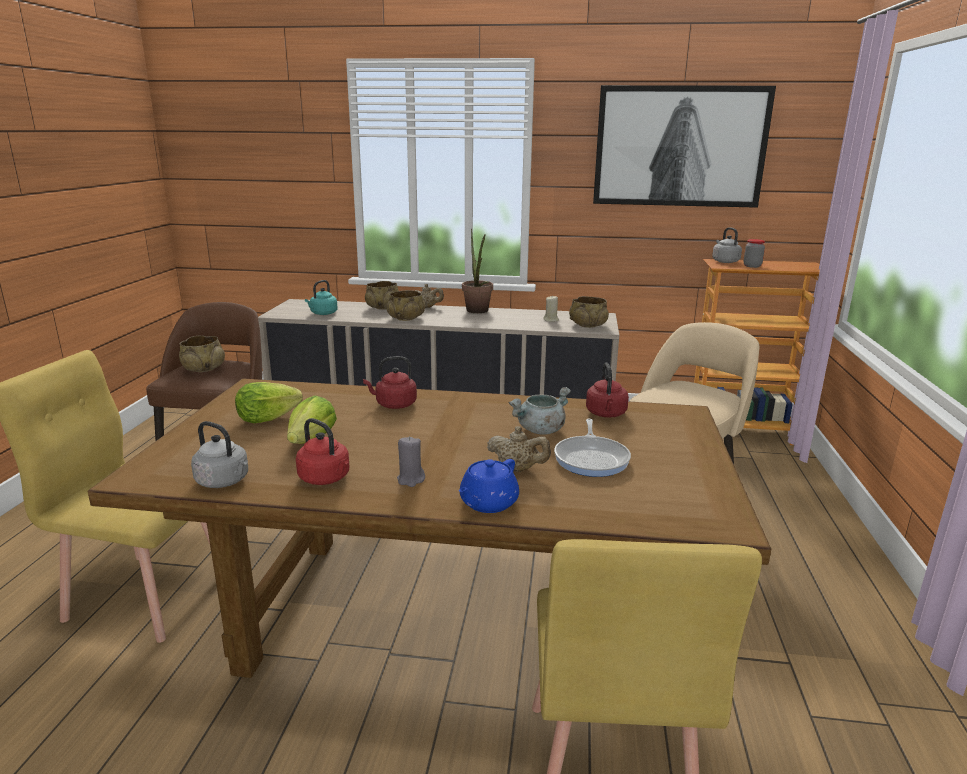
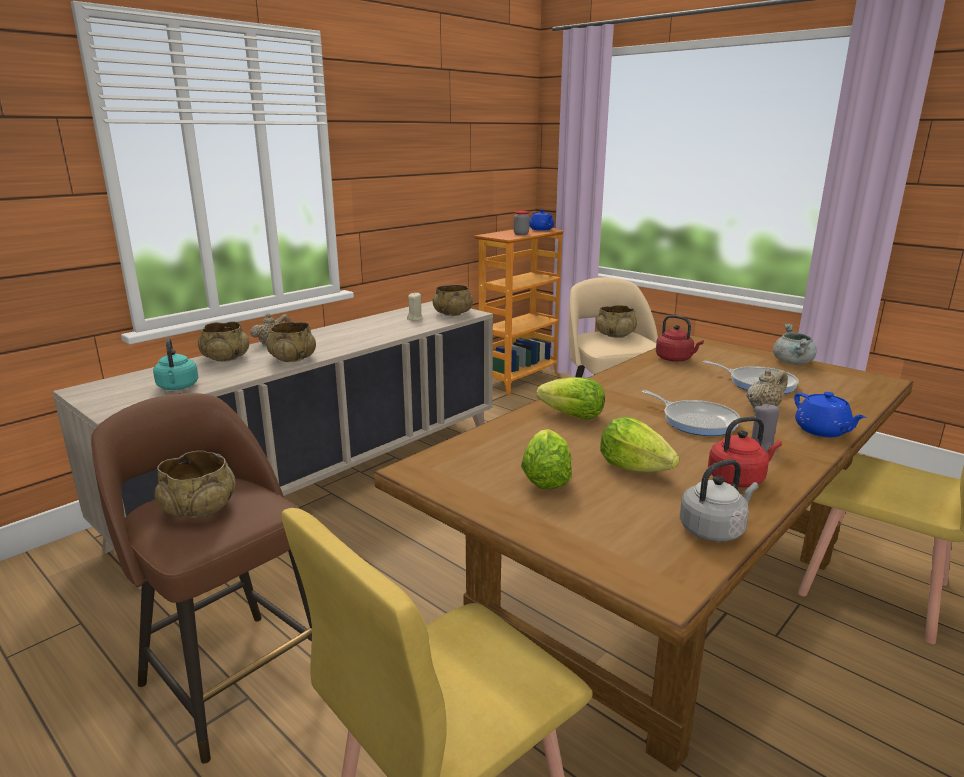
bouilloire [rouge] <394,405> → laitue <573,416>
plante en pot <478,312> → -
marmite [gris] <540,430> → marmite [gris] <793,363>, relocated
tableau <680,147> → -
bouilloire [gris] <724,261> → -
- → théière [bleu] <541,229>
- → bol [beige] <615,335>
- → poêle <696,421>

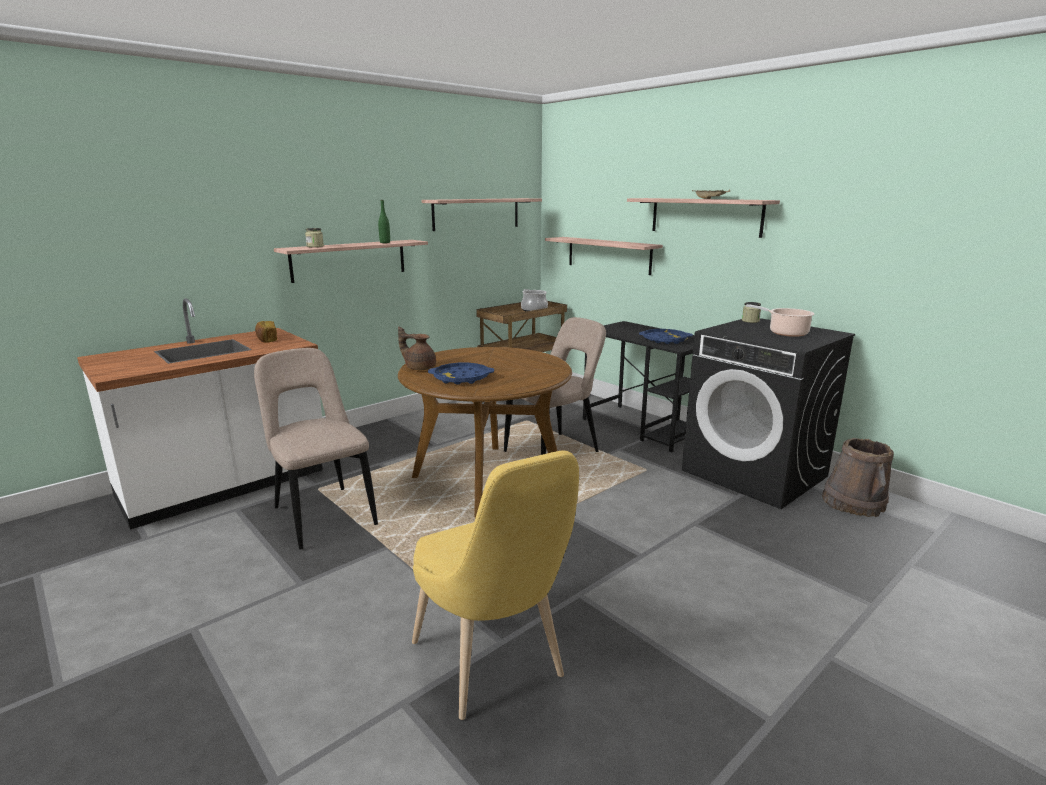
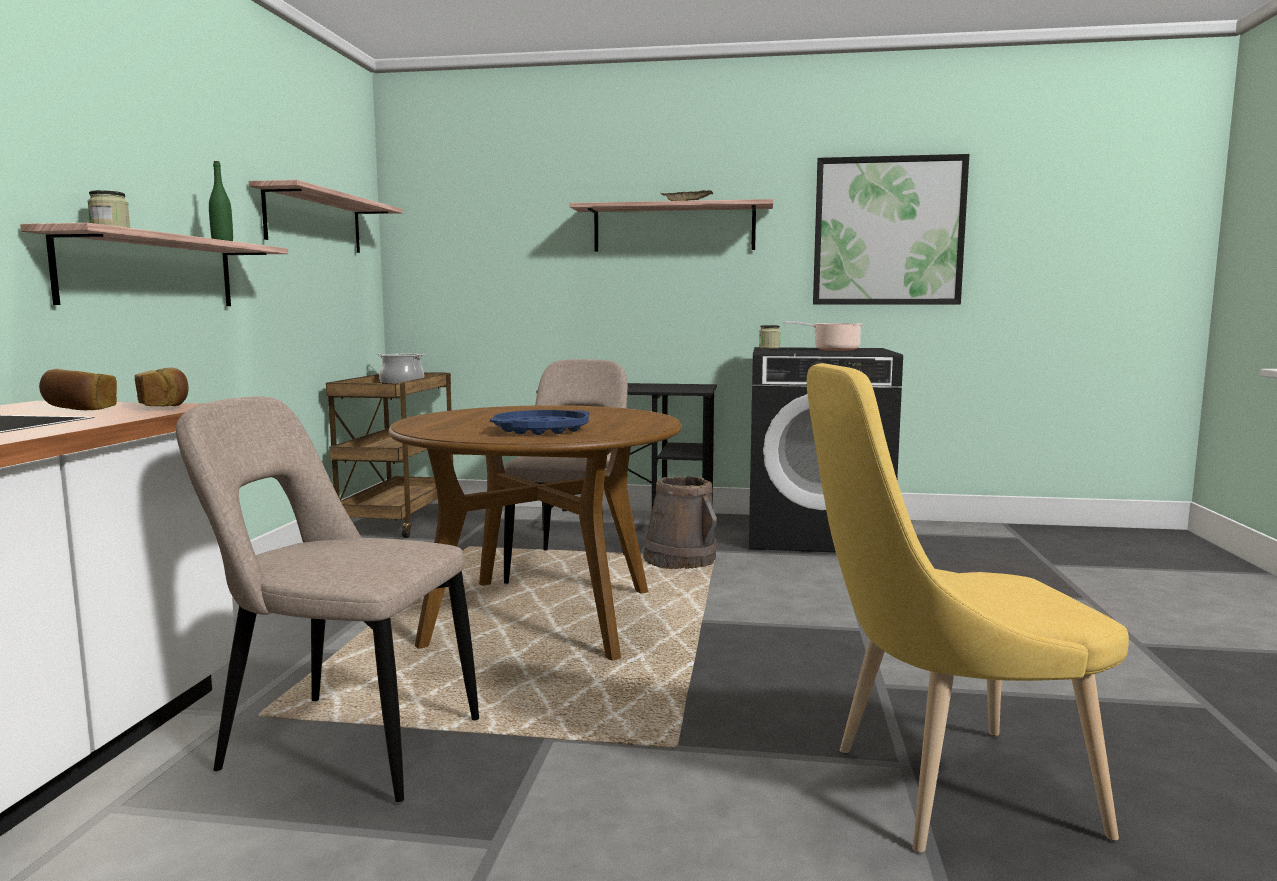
théière [marron] <419,368> → -
chaise [jaune] <492,665> → chaise [jaune] <945,790>, 150 degrees clockwise
étagère <608,255> → -
plateau [bleu] <665,340> → -
seau [marron] <853,503> → seau [marron] <680,559>, relocated
- → pain <164,406>
- → tableau <888,231>

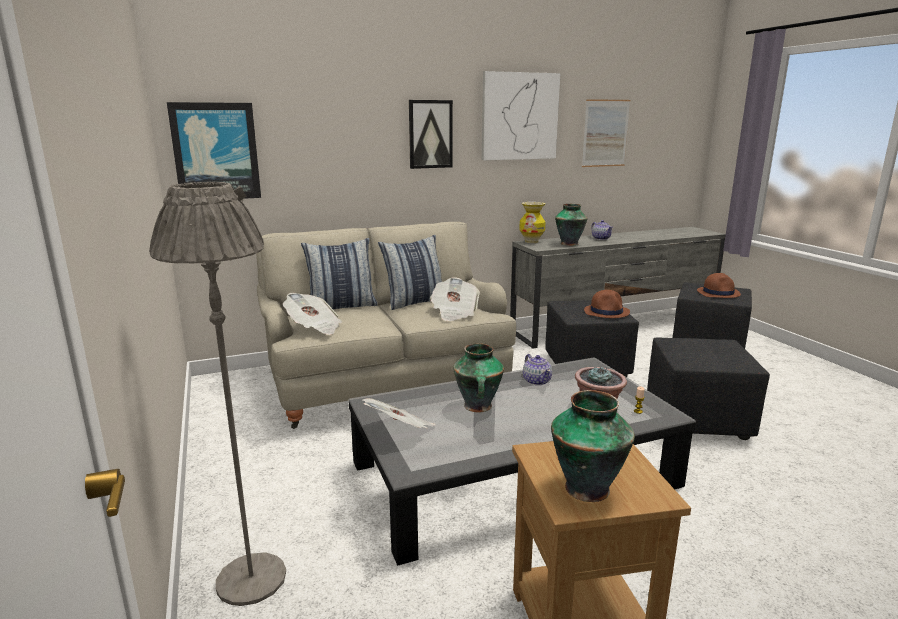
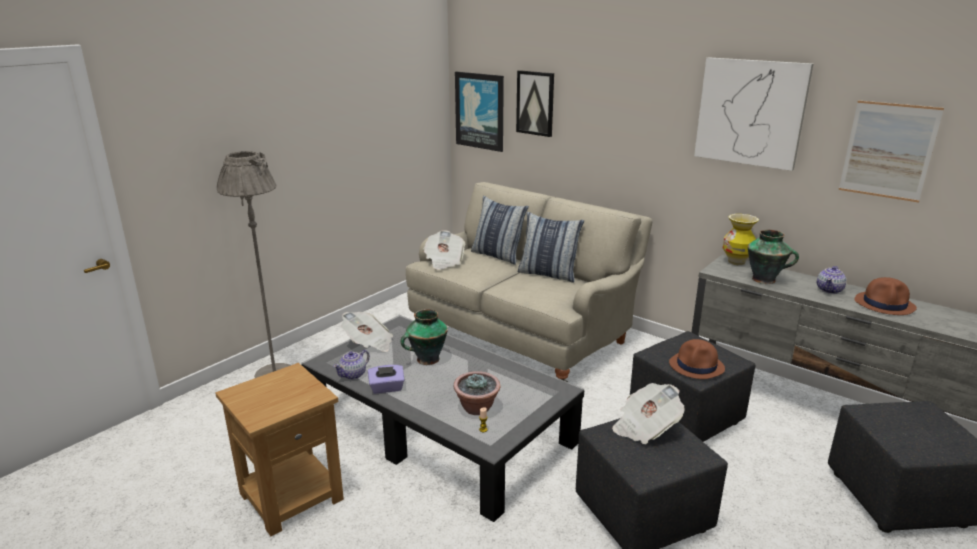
tableau <430,134> → tableau <535,103>, relocated
journal <454,313> → journal <645,427>, relocated
théière <537,381> → théière <353,374>, relocated
vase <587,487> → -
chapeau [marron] <718,293> → chapeau [marron] <885,304>, relocated
- → boîte à mouchoirs [violet] <387,388>

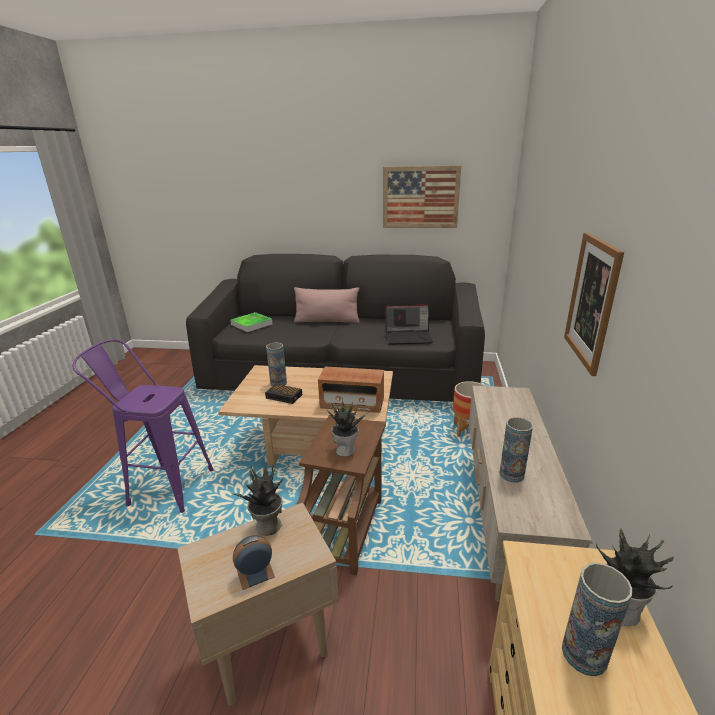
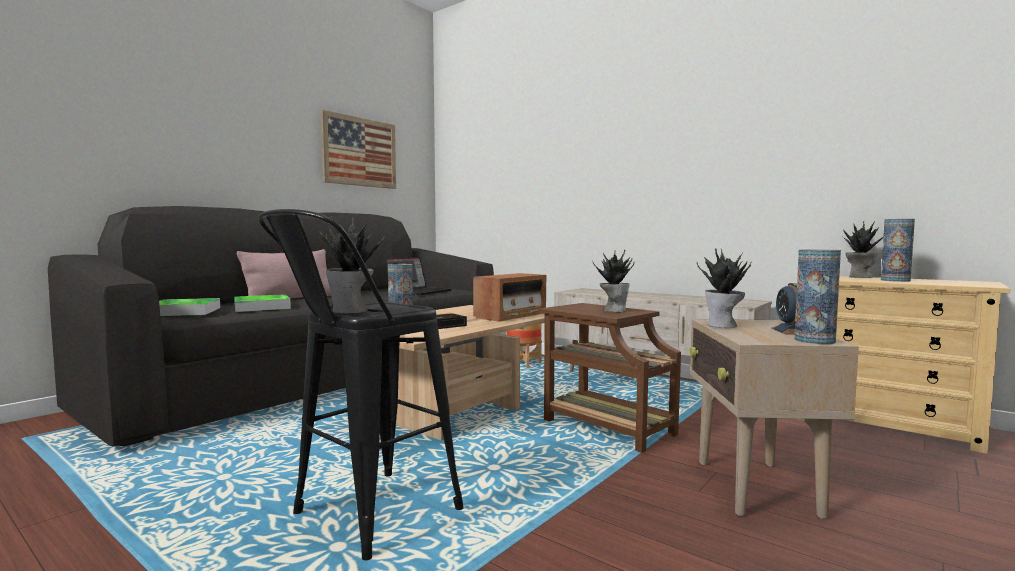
tabouret [violet] <164,486> → tabouret [noir] <363,519>
vase <511,474> → vase <814,340>, relocated
tableau <592,301> → -
- → plateau <262,307>
- → plante en pot <351,311>

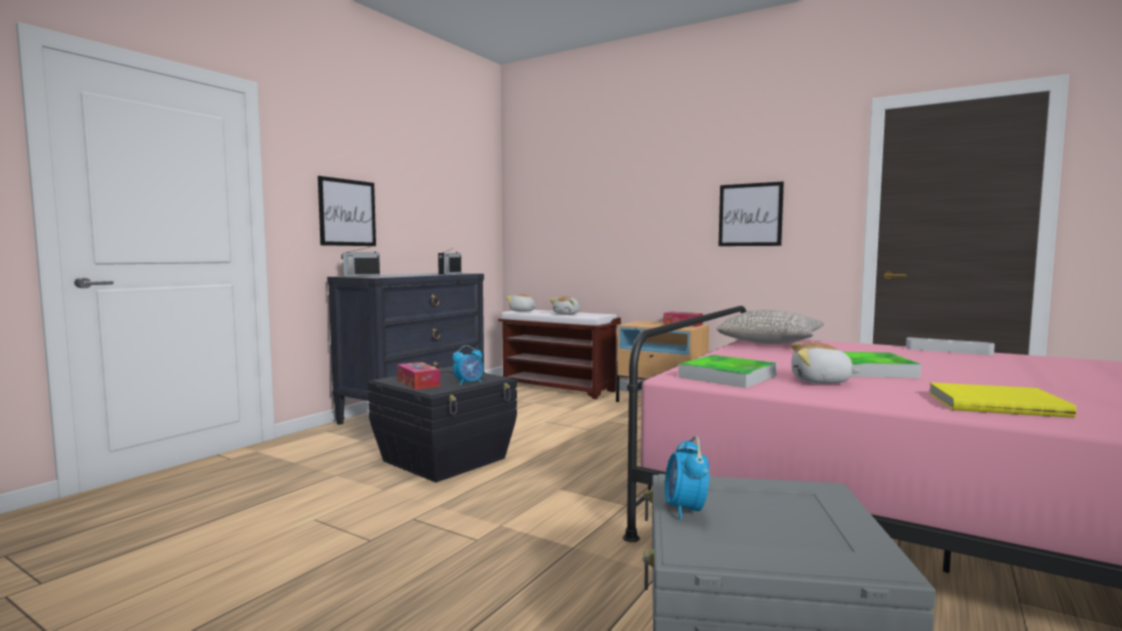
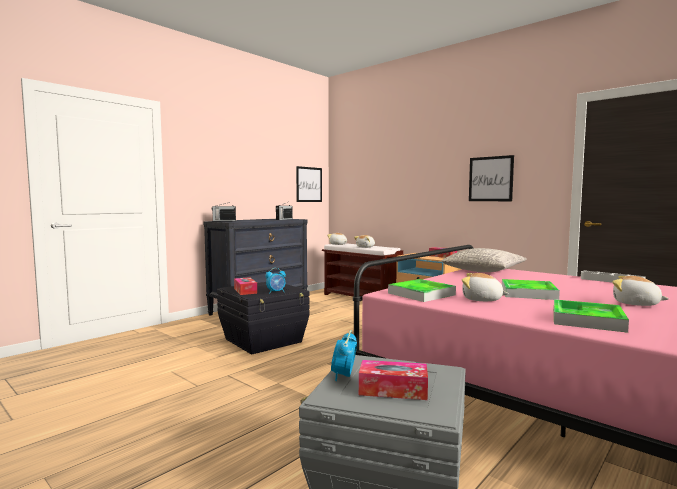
tableau <347,212> → tableau <309,184>, relocated
livre [jaune] <995,404> → plateau <587,320>
- → boîte à mouchoirs <393,390>
- → peluche <636,304>

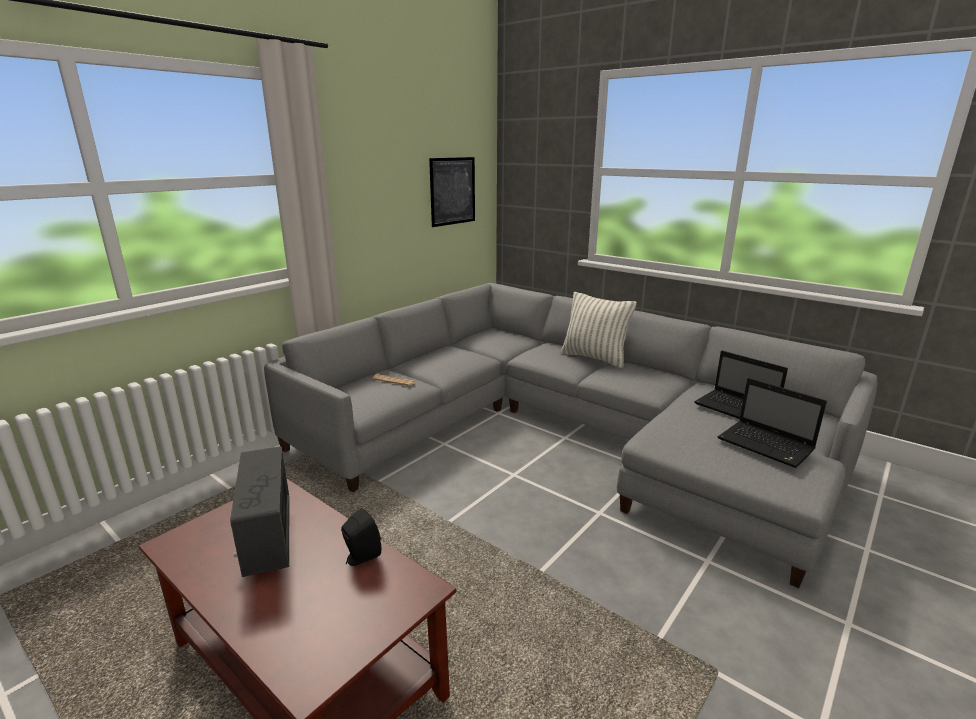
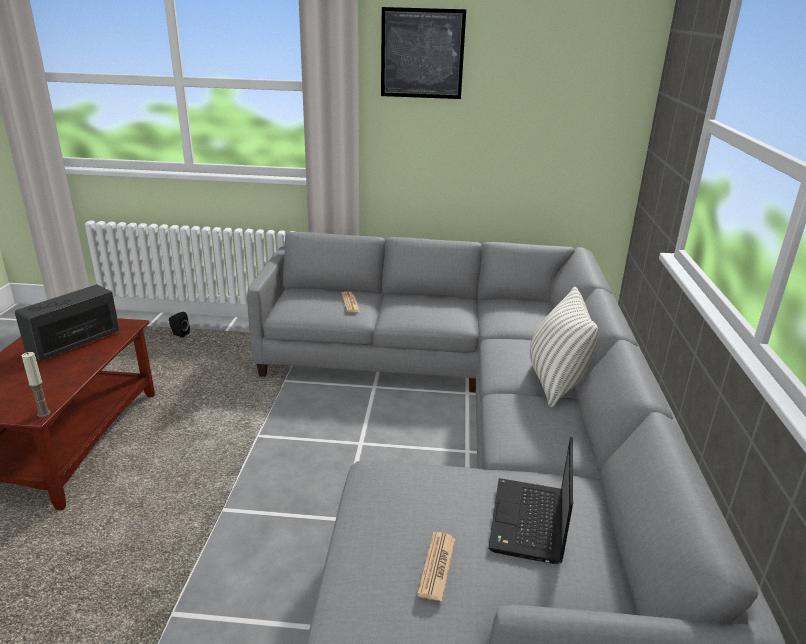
enceinte [noir] <361,557> → enceinte [noir] <179,334>, relocated
tableau <452,191> → tableau <422,54>, relocated
ordinateur portable <767,445> → journal <437,566>
- → bougie <43,413>

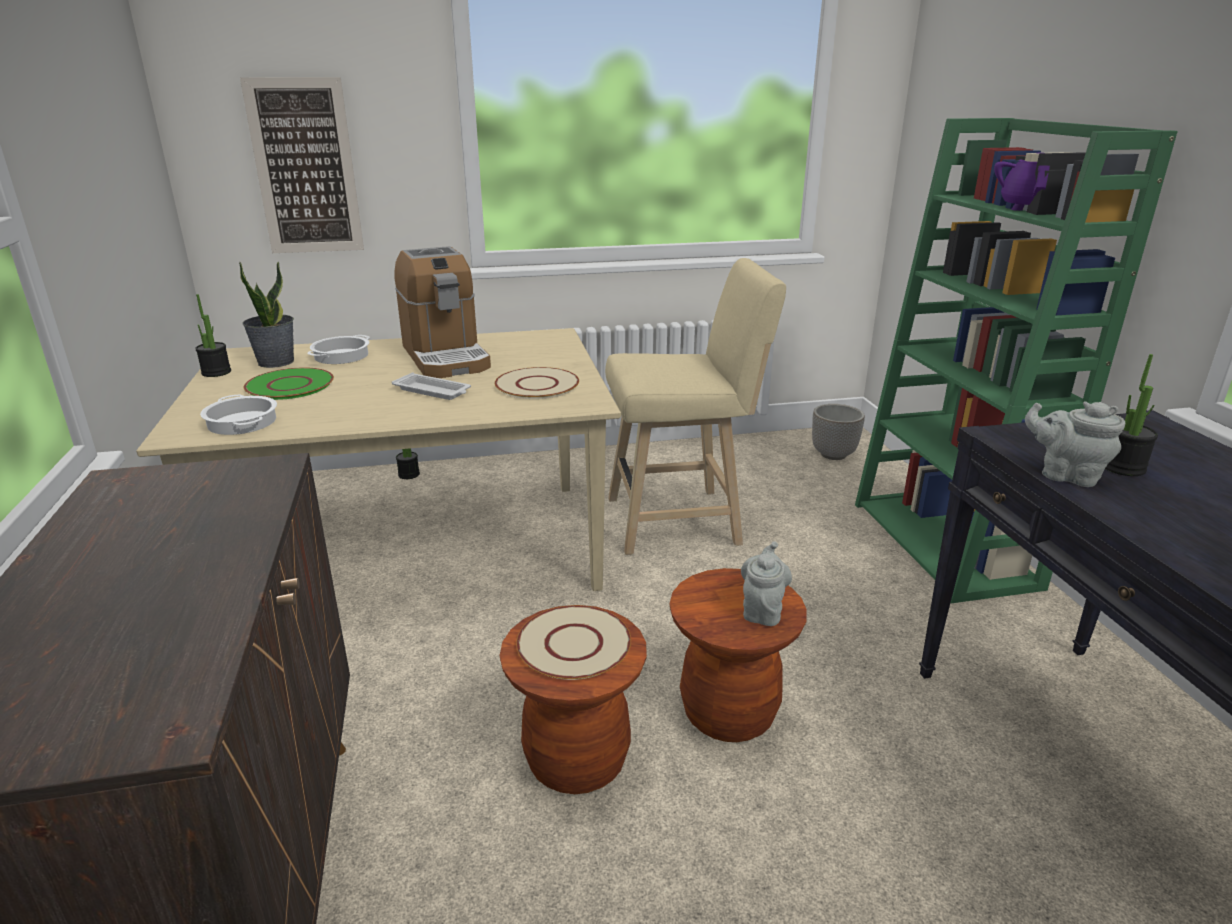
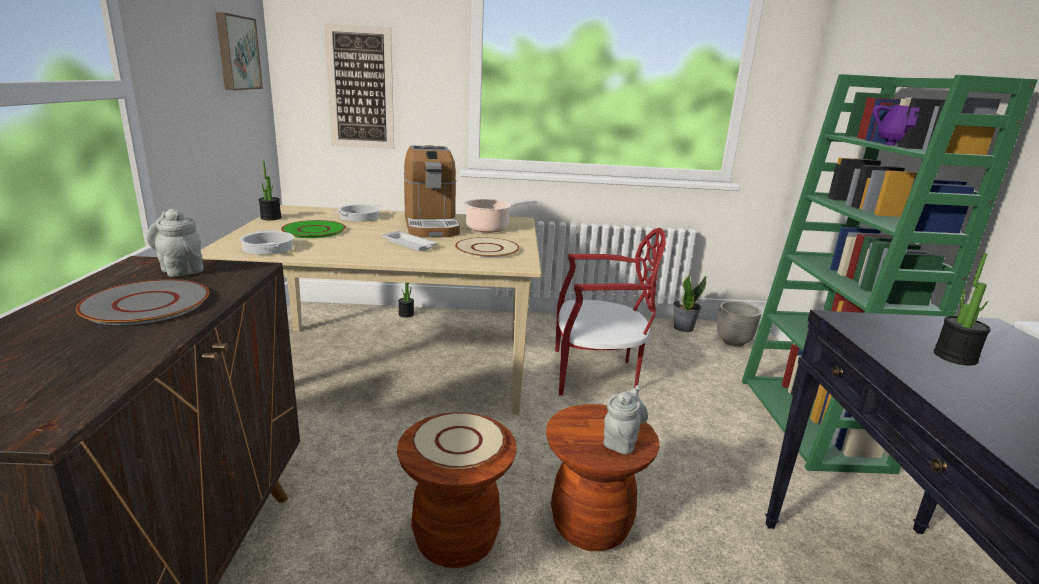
plante en pot <275,362> → plante en pot <683,327>, relocated
tabouret [beige] <681,521> → chaise [rouge] <596,373>
théière [gris] <1065,475> → théière [gris] <180,269>, relocated
- → assiette [gris] <147,303>
- → tableau <236,53>
- → marmite <490,228>

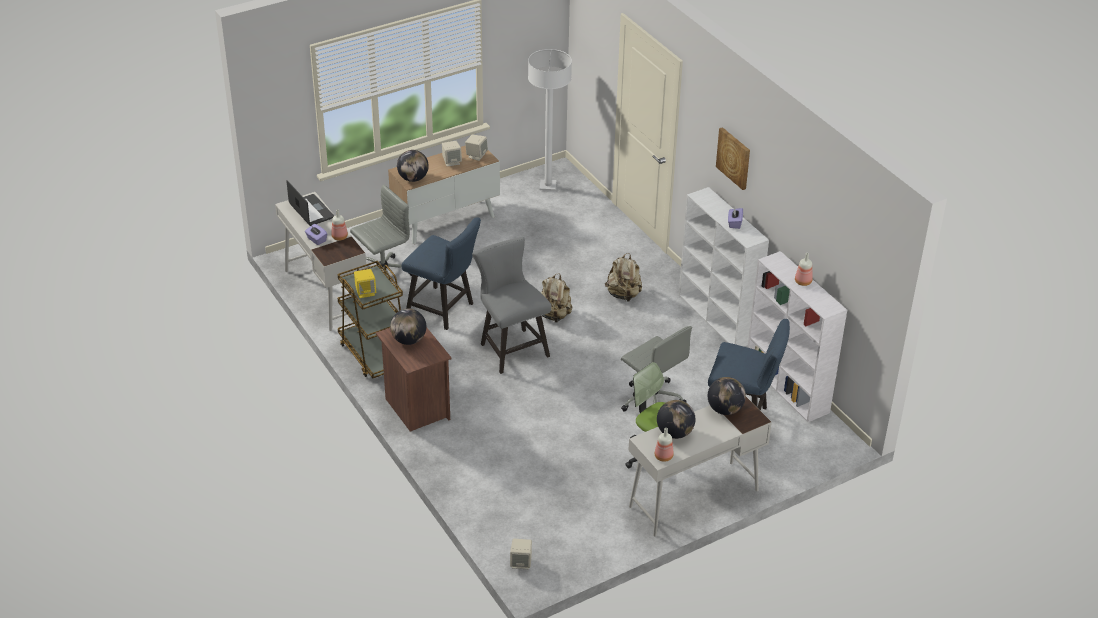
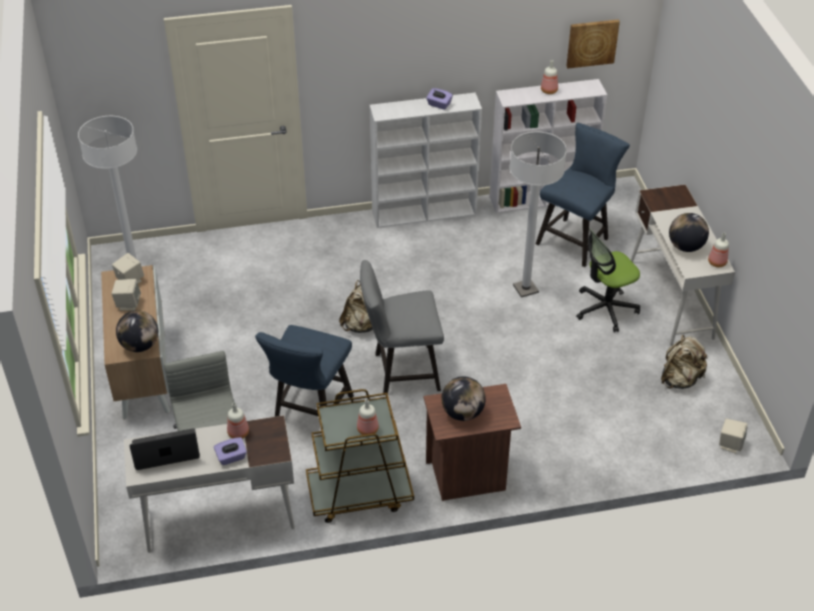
enceinte [jaune] <365,292> → bouteille <367,429>
chaise [bleu] <444,310> → chaise [bleu] <310,412>, 150 degrees clockwise
sac à dos [beige] <623,295> → sac à dos [beige] <680,379>, relocated
chaise de bureau [gris] <651,400> → lampadaire [blanc] <525,289>
globe <725,410> → -
tableau <734,158> → tableau <592,43>, relocated

